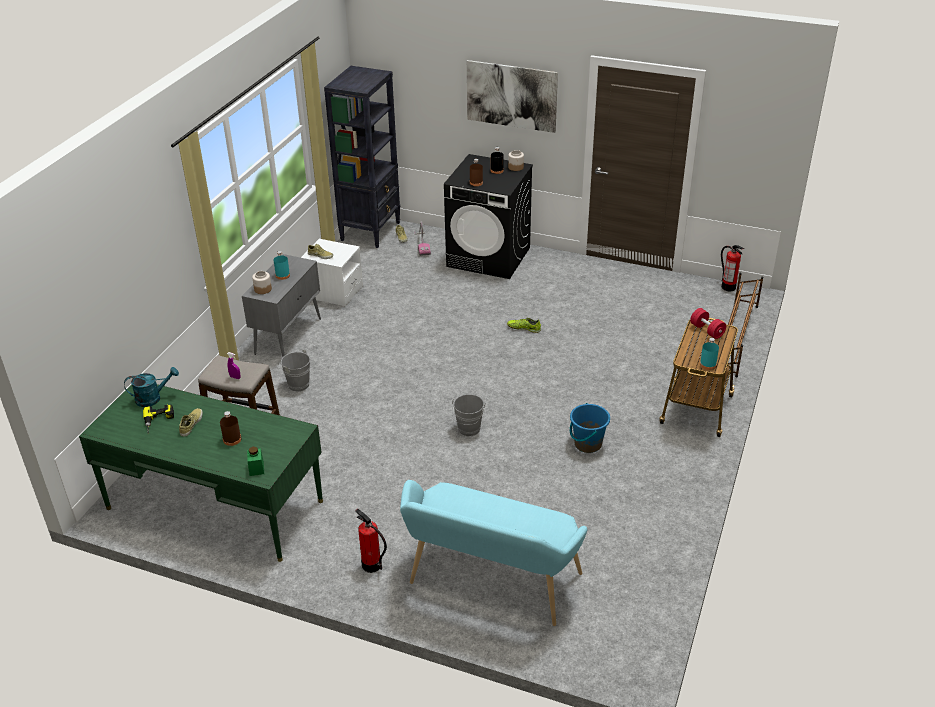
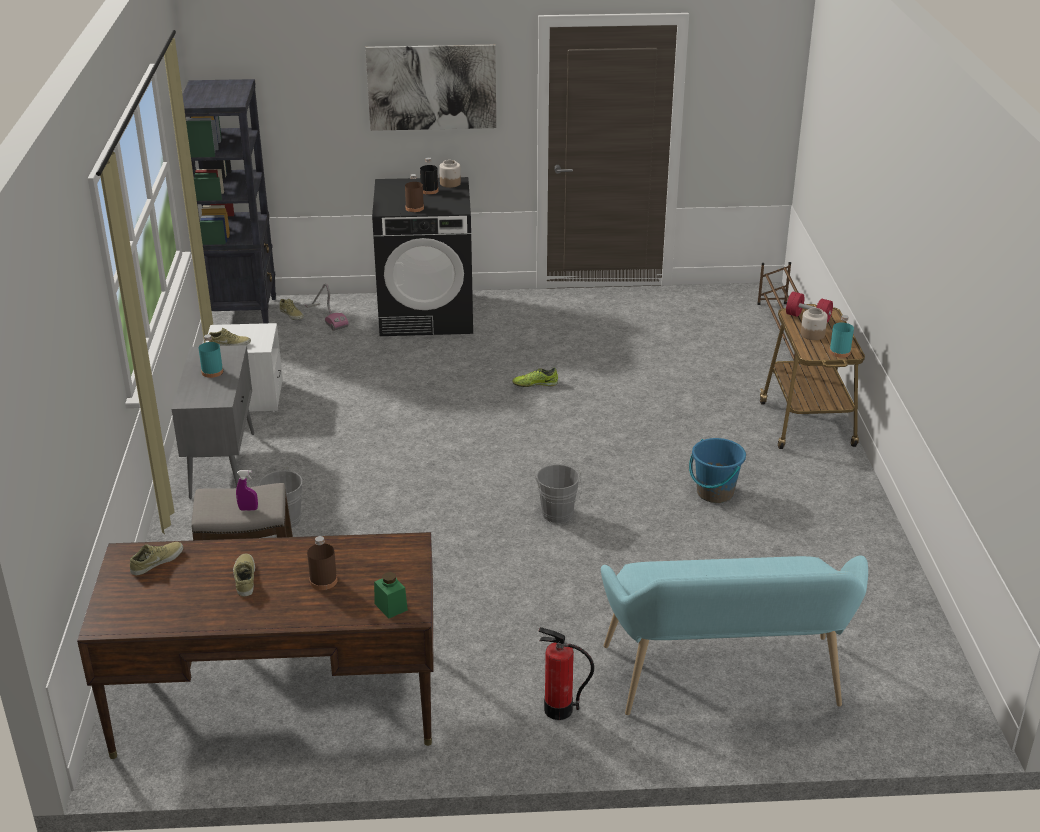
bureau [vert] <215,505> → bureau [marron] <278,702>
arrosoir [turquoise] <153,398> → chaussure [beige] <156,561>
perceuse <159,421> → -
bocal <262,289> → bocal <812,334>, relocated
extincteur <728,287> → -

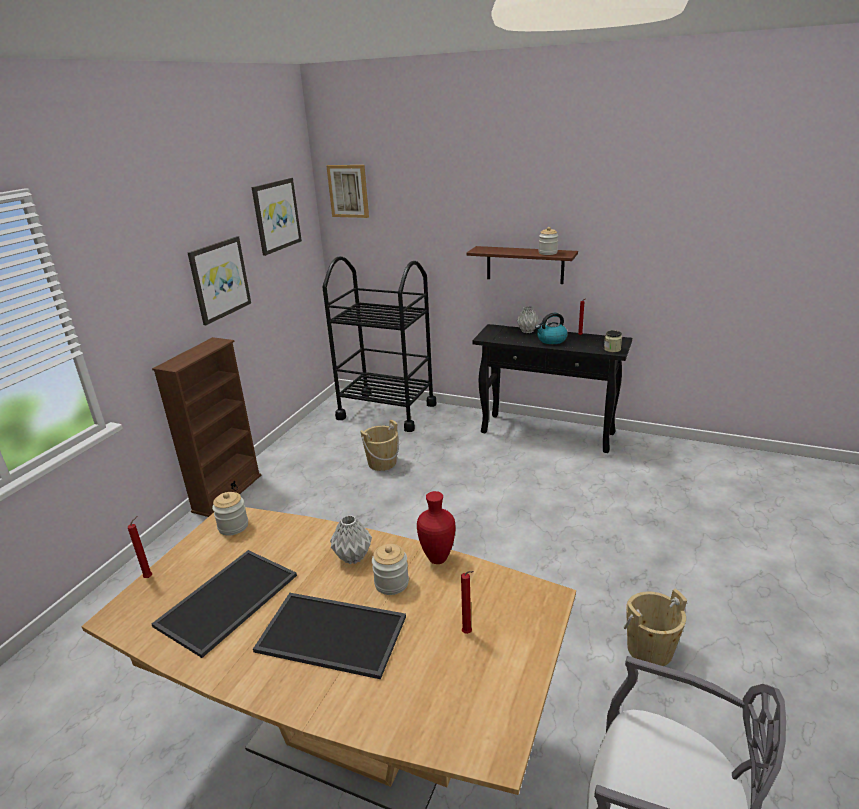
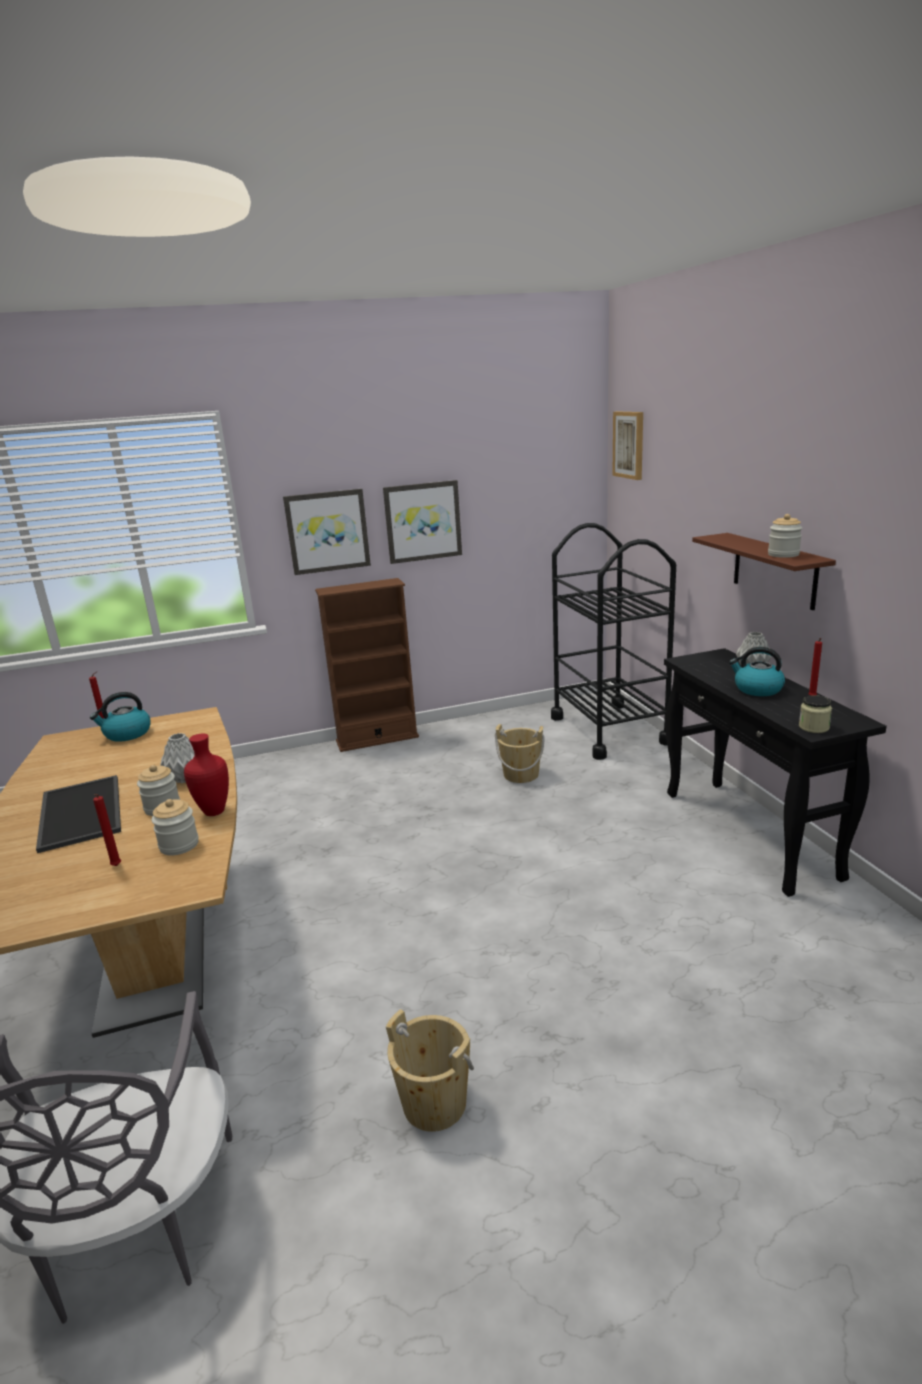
plateau <227,598> → -
bocal <233,526> → bocal <179,845>, relocated
tableau <276,215> → tableau <327,531>, relocated
- → bouilloire <127,734>

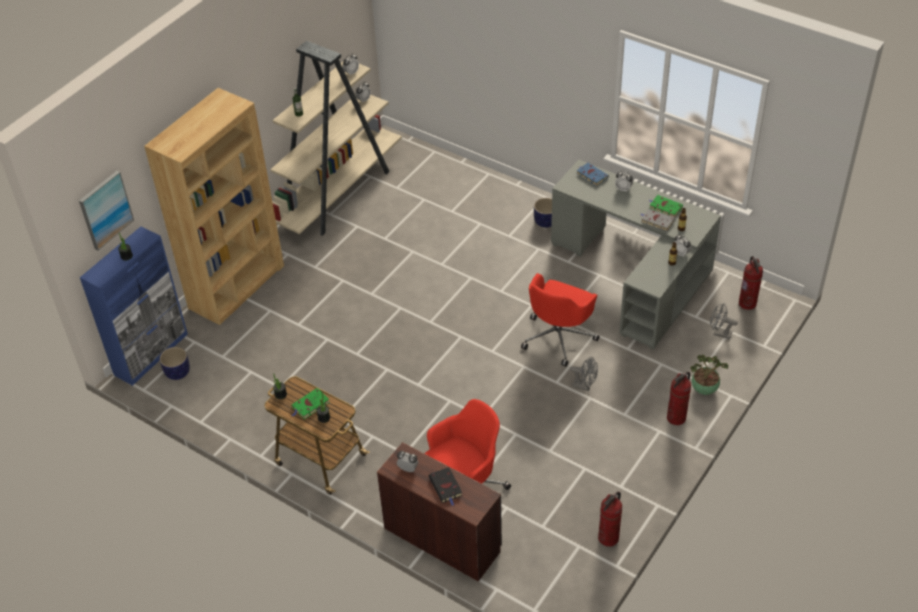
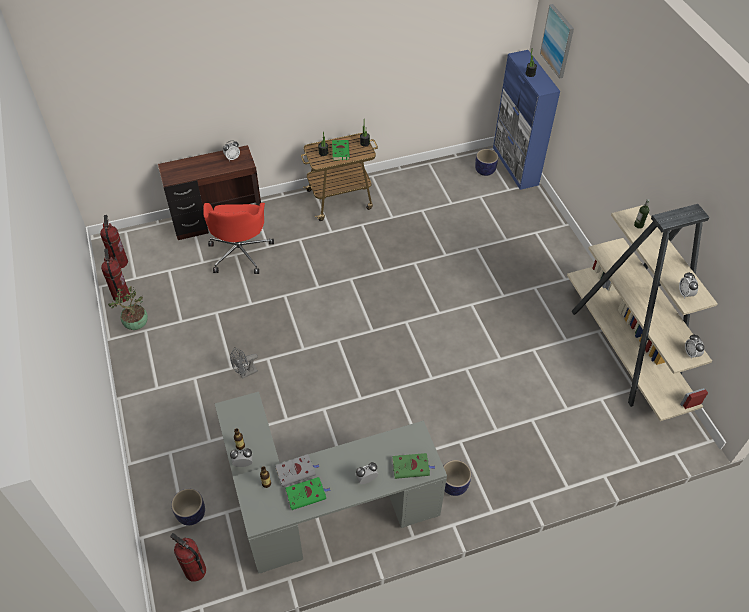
bibliothèque [marron] <237,286> → -
livre [noir] <446,487> → -
chaise de bureau [rouge] <559,337> → -
livre [bleu] <591,175> → livre [vert] <412,467>
extincteur <676,418> → extincteur <119,263>, relocated
plante en pot <705,389> → plante en pot <136,325>, relocated
ventilateur [gris] <719,333> → cache-pot <191,514>

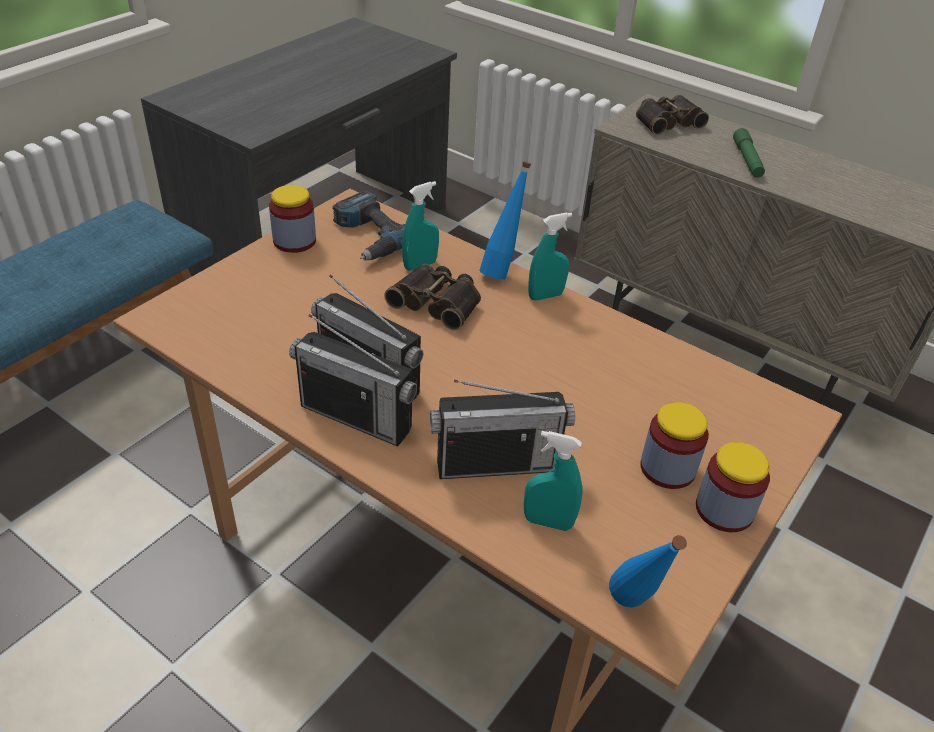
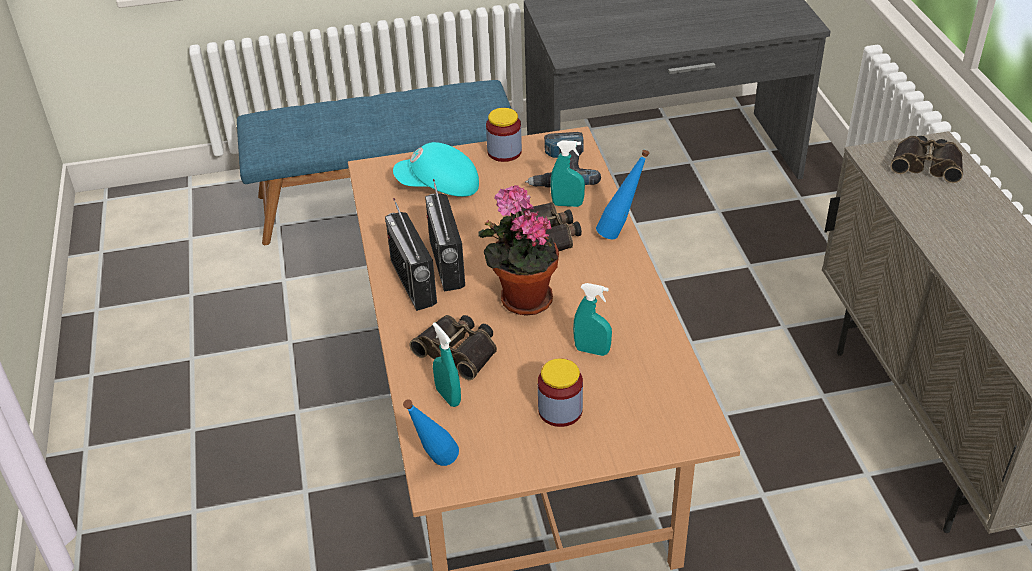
radio <496,464> → jumelles <459,350>
vaporisateur [turquoise] <545,296> → vaporisateur [turquoise] <592,350>, relocated
bocal <724,509> → -
lampe de poche [vert] <747,160> → -
- → casquette [turquoise] <439,187>
- → plante en pot <521,299>

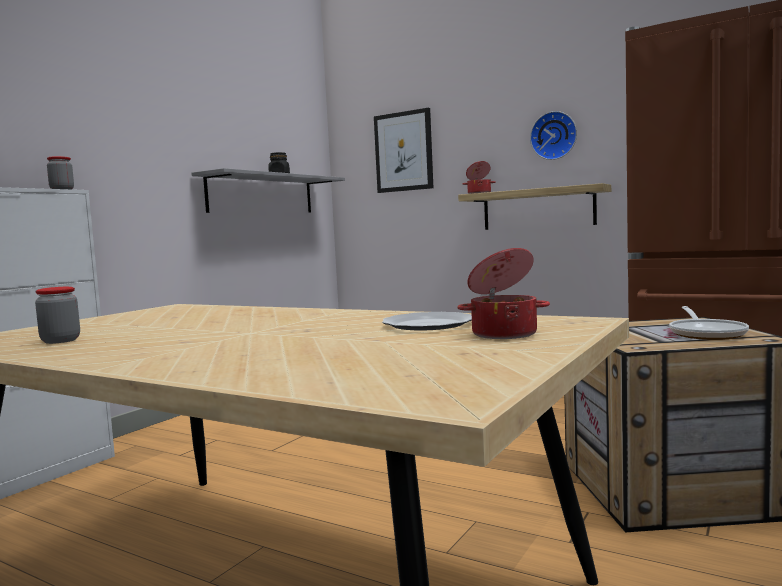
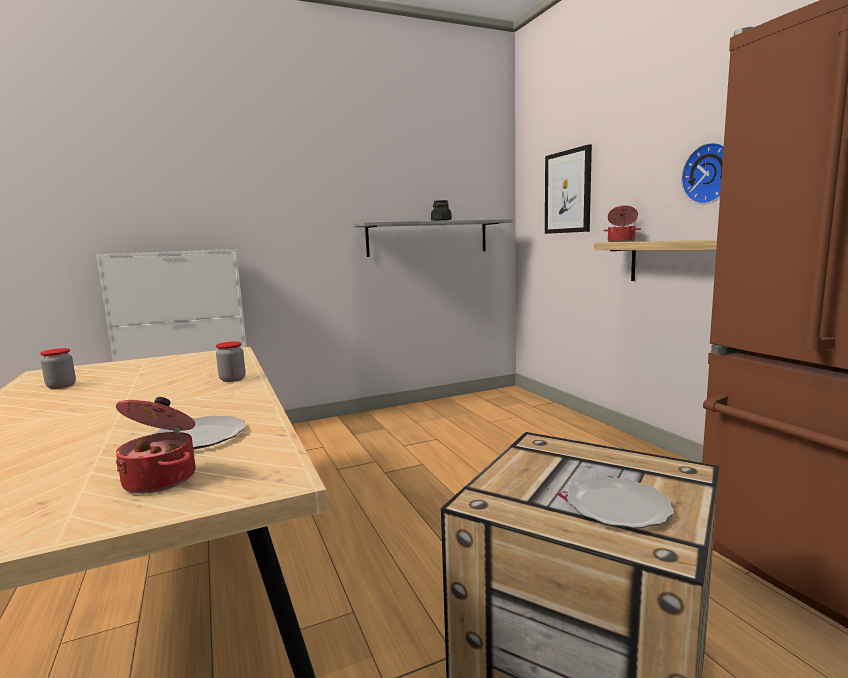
bocal <62,190> → bocal <232,379>, relocated
poêle <706,333> → assiette <619,505>

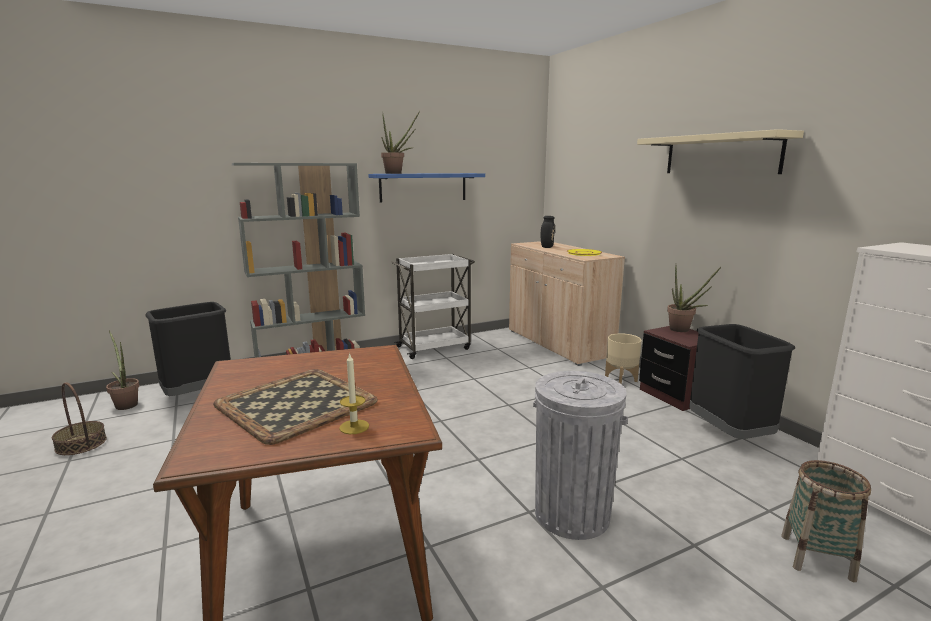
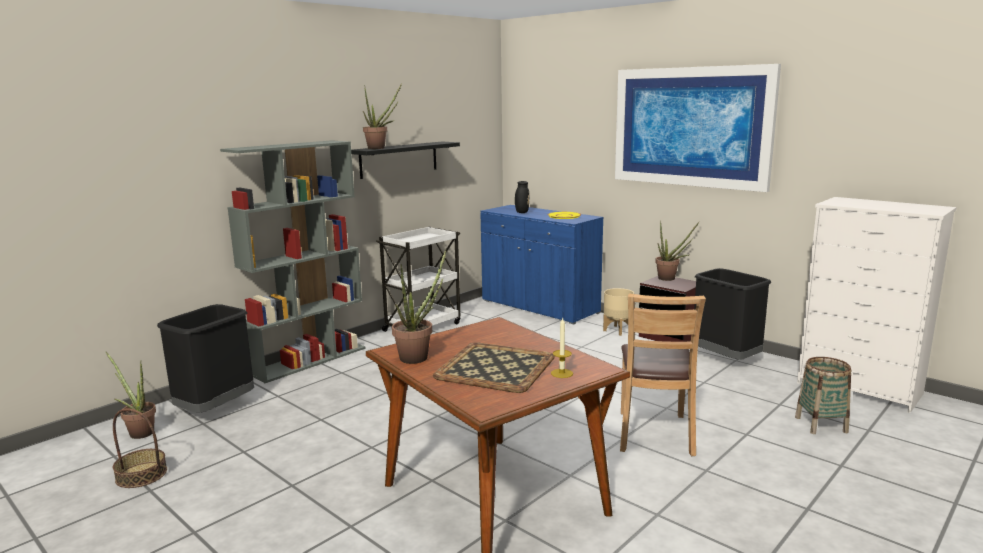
étagère [bleu] <423,187> → étagère [noir] <399,159>
meuble de rangement [beige] <558,343> → meuble de rangement [bleu] <539,307>
poubelle [gris] <571,514> → chaise [marron] <654,433>
étagère [beige] <721,154> → tableau <691,127>
- → plante en pot <418,356>

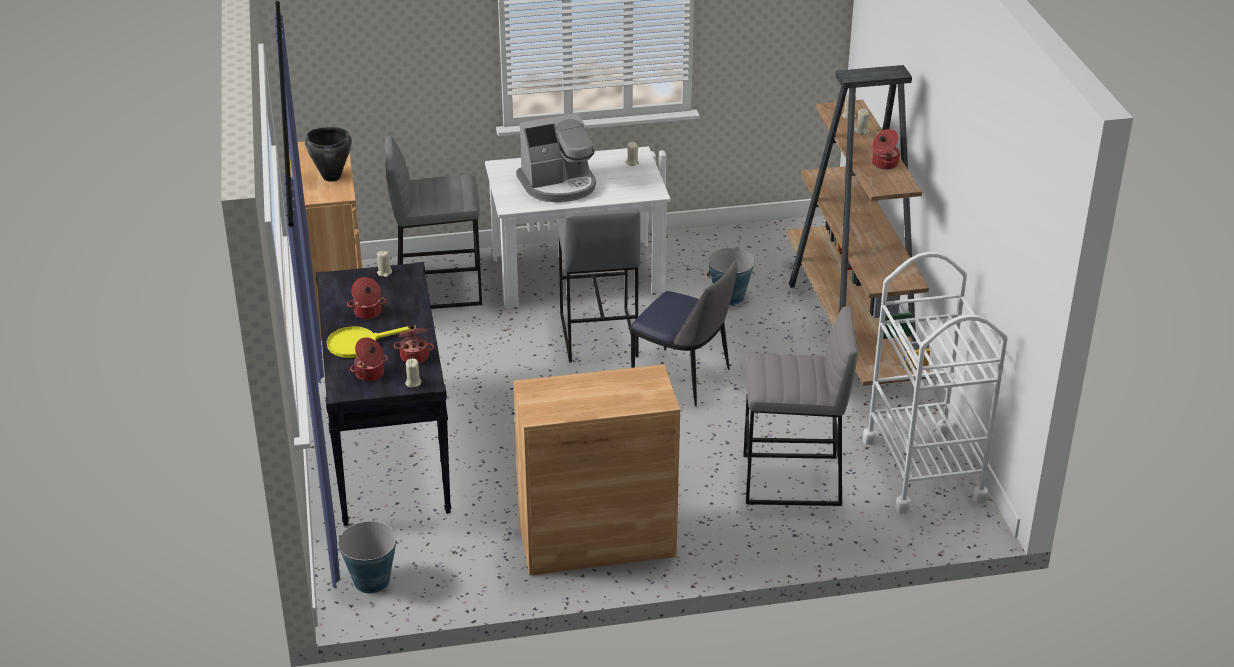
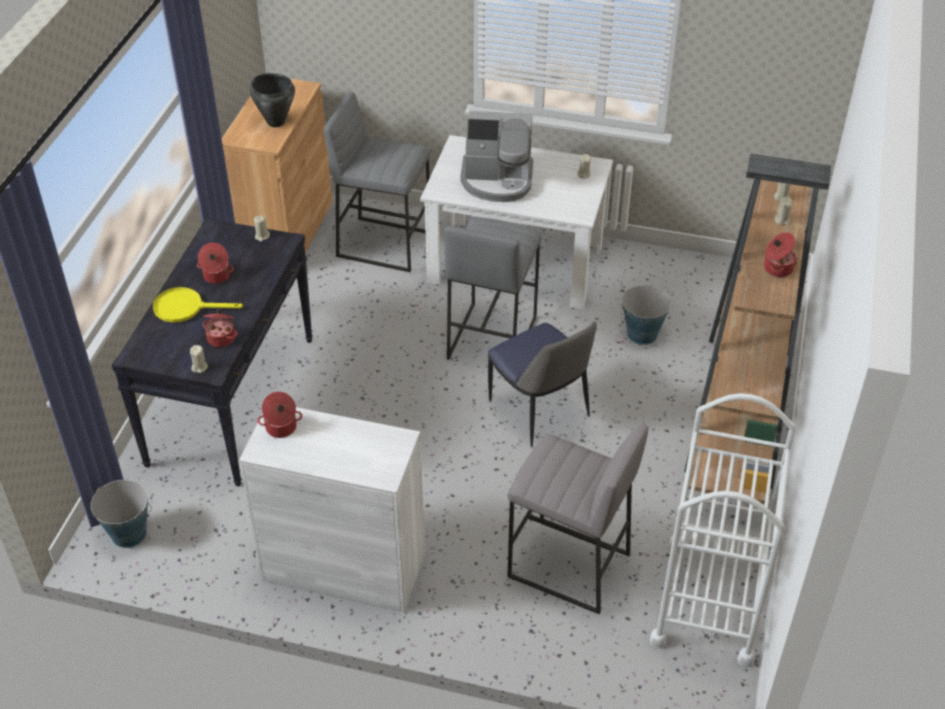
marmite <370,374> → marmite <281,428>, relocated
meuble de rangement [marron] <597,541> → meuble de rangement [blanc] <344,566>

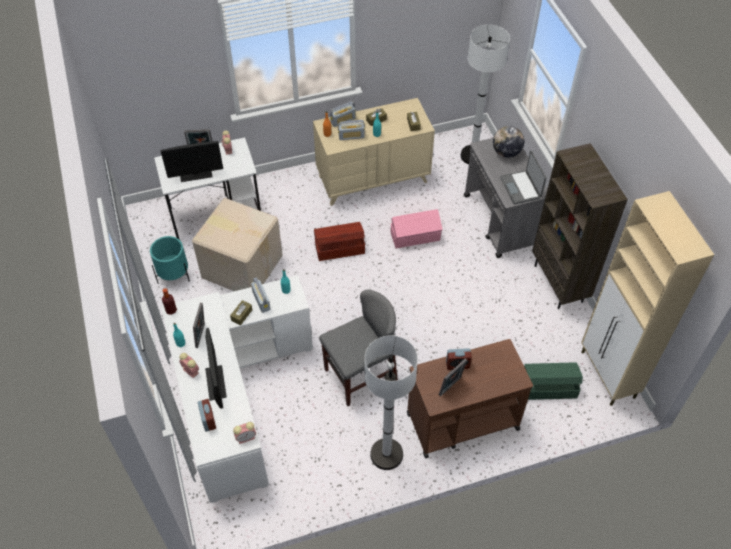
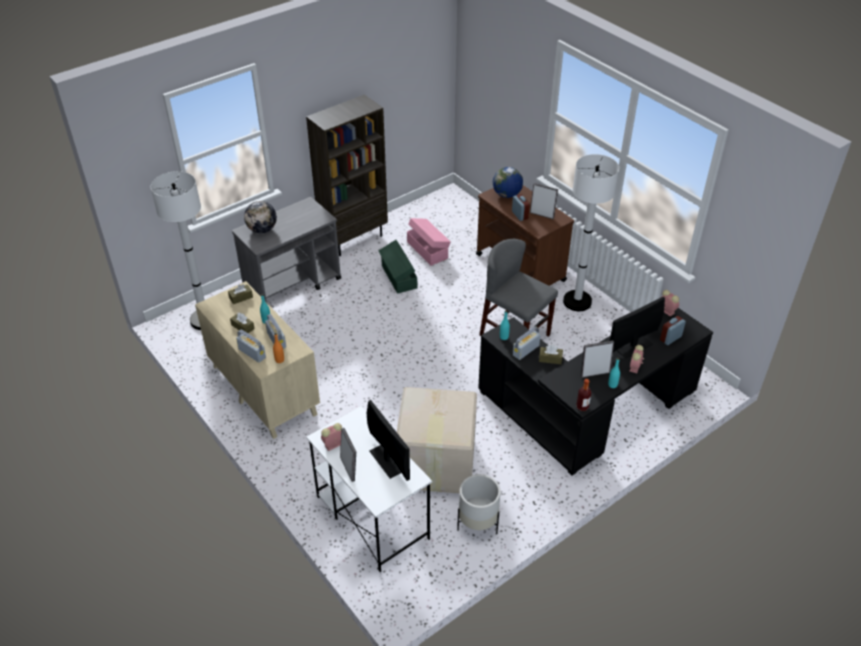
cache-pot [turquoise] <174,275> → cache-pot [blanc] <477,522>
bureau [blanc] <234,396> → bureau [noir] <589,413>
boîte de rangement [marron] <339,248> → -
boîte de rangement [rose] <415,237> → boîte de rangement [rose] <427,249>, relocated
ordinateur portable <521,188> → -
boîte de rangement [vert] <548,387> → boîte de rangement [vert] <398,277>, relocated
meuble de rangement [beige] <608,375> → -
- → globe <507,195>

